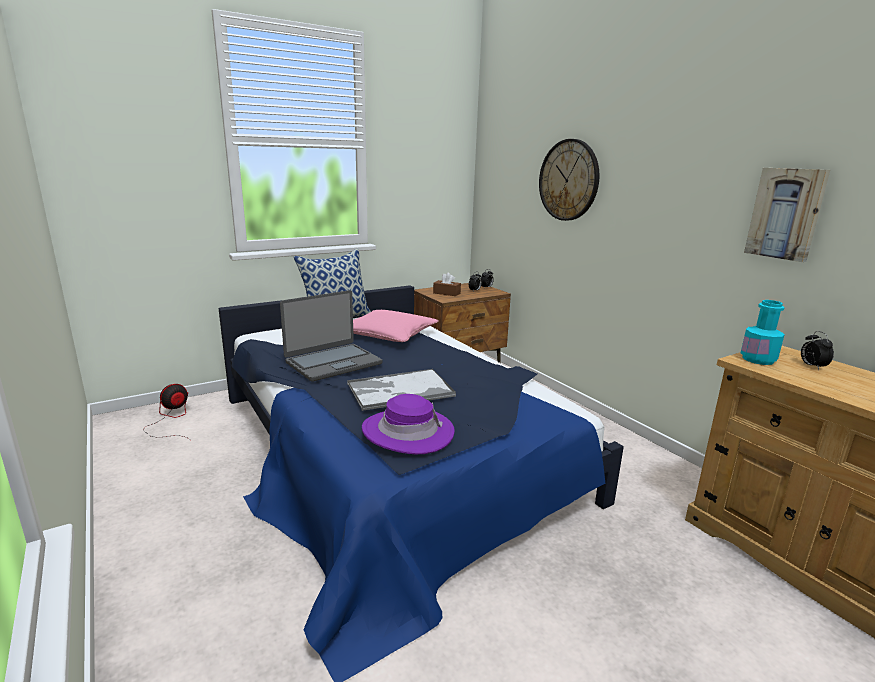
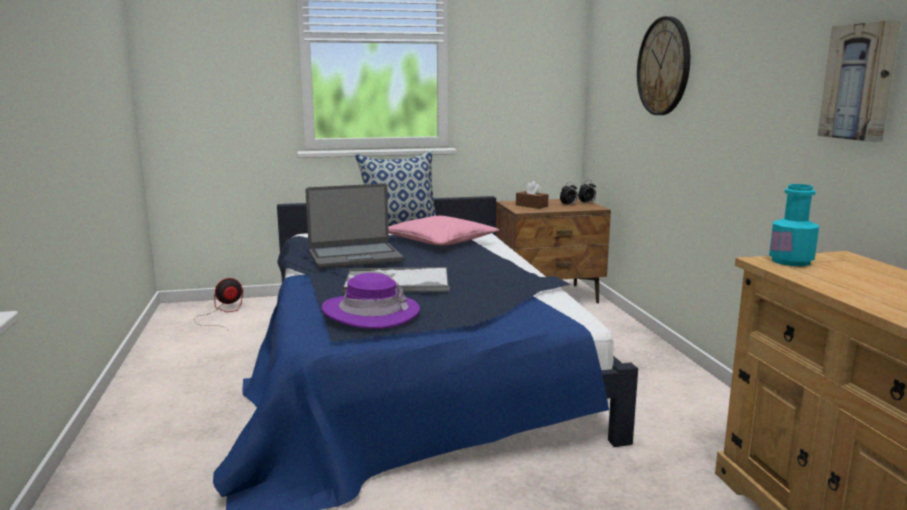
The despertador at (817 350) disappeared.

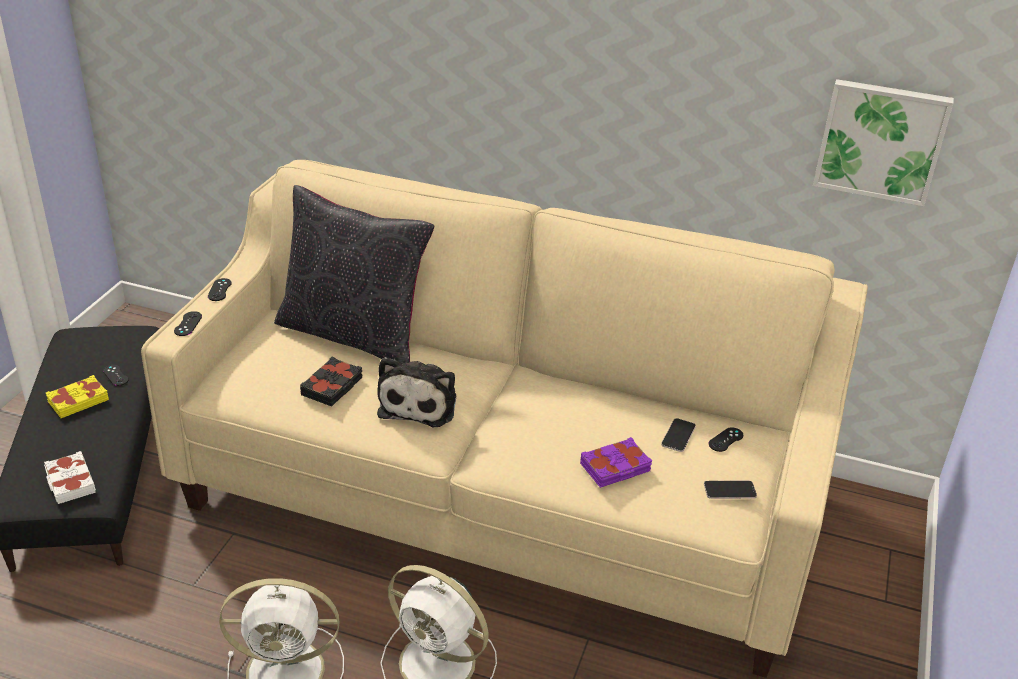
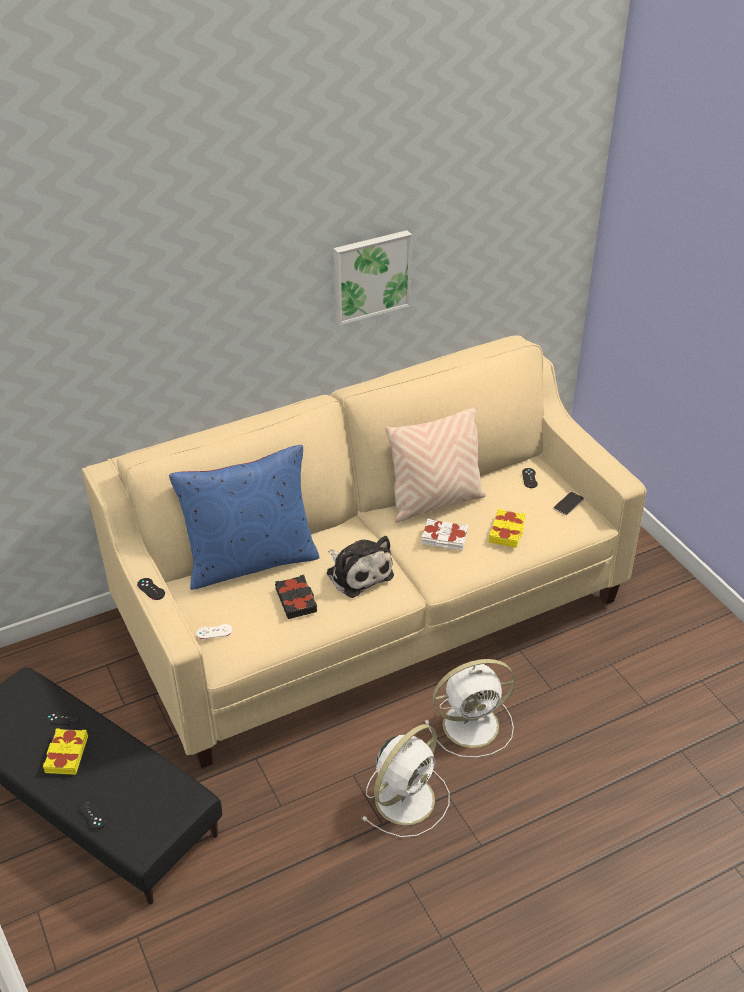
The libro/blanco moved from (70 477) to (445 534). The mando de consola/negro moved from (188 323) to (92 814). The cojín/negro at (354 274) became the cojín/azul at (244 517). The libro/morado at (616 462) became the libro/amarillo at (507 528). The móvil at (678 435) disappeared. The cuadro moved from (883 142) to (373 277). The mando de consola/blanco at (214 631) appeared. The cojín/beis at (435 464) appeared.

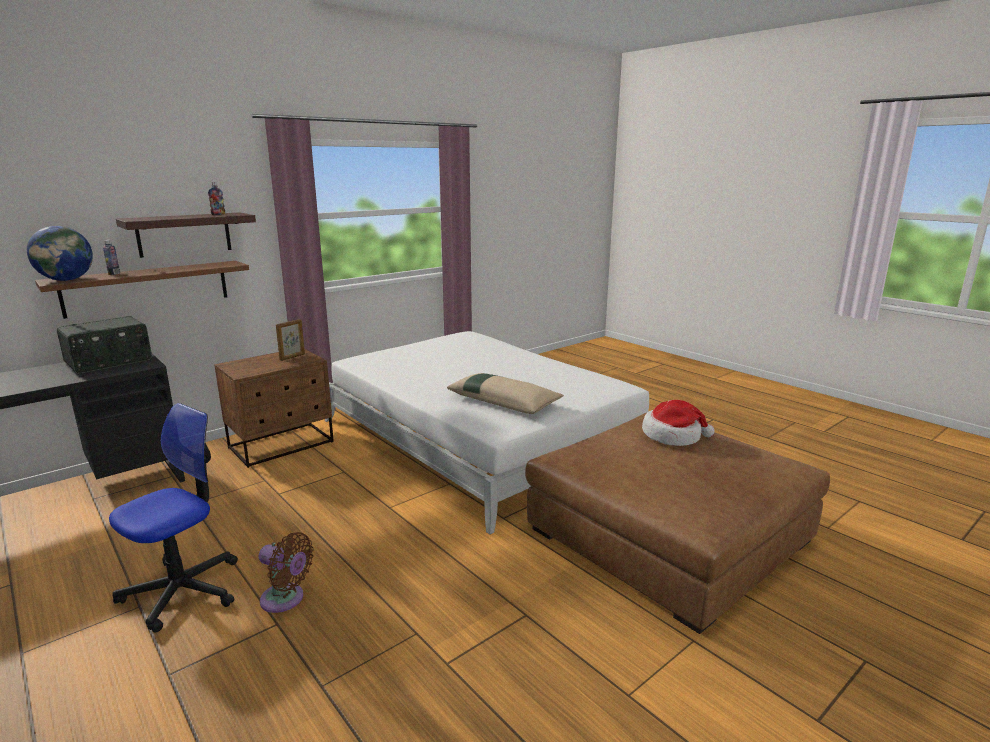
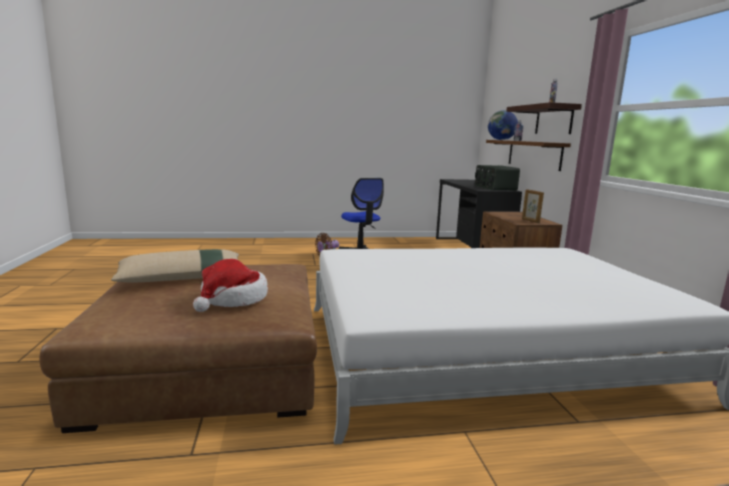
The cojín/beis moved from (505 393) to (175 266).

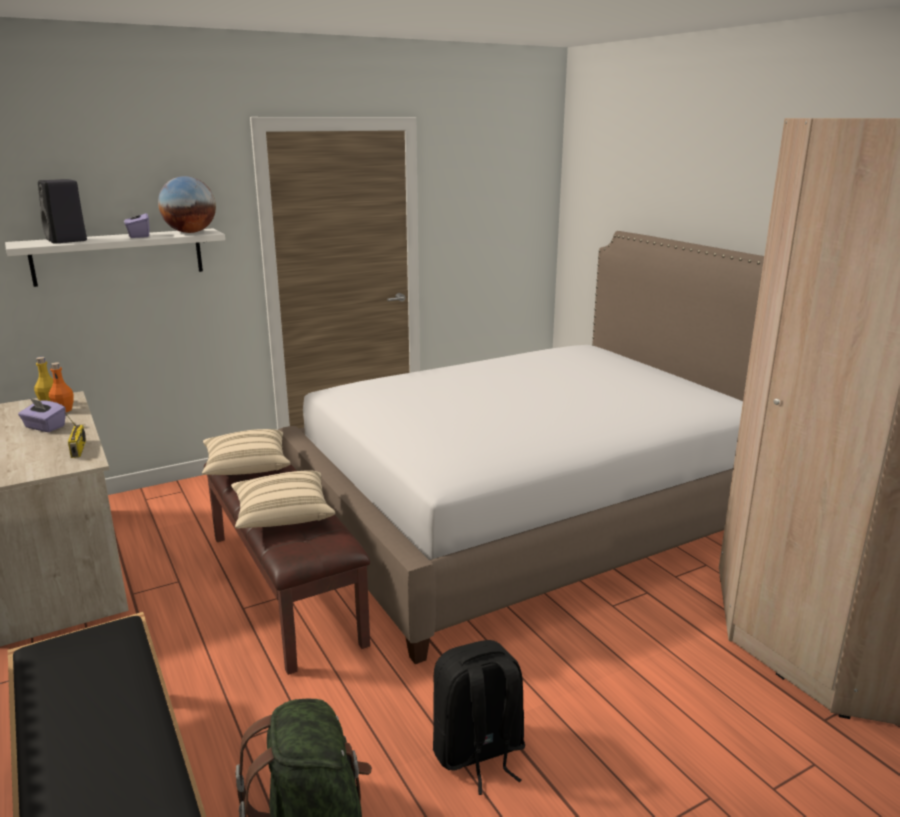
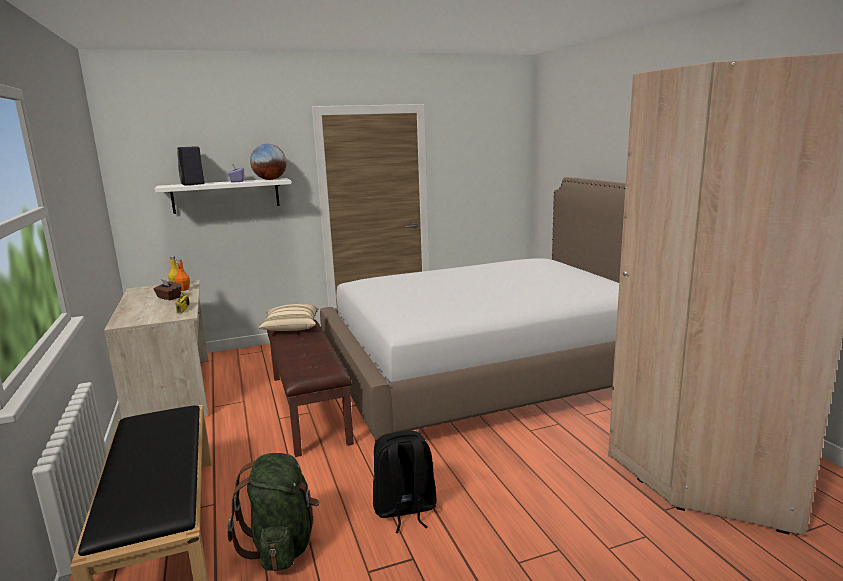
The caja de pañuelos/morado at (42 415) became the caja de pañuelos/marrón at (167 289). The cojín/beis at (283 499) disappeared.

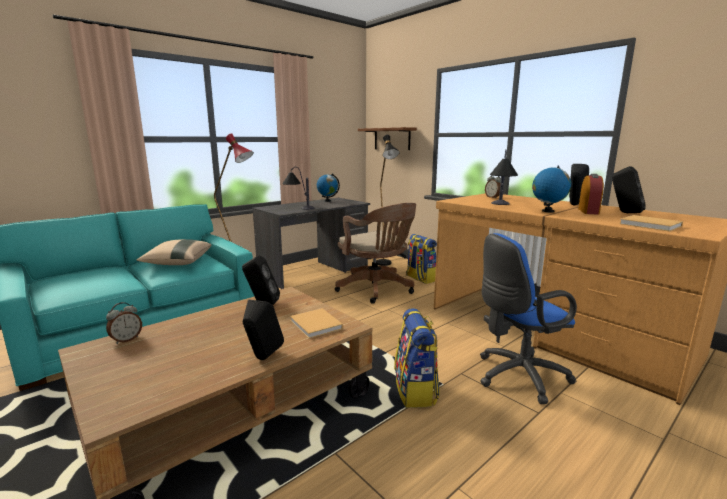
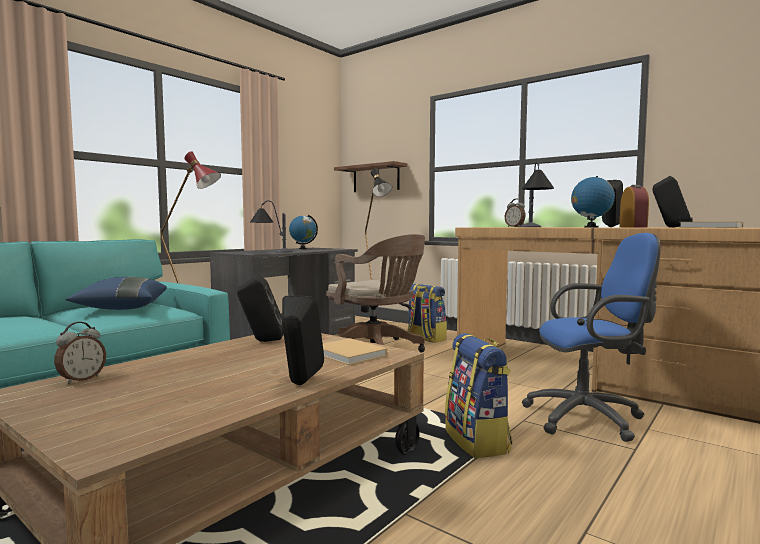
The cojín/beis at (174 252) became the cojín/azul at (116 293). The silla de oficina/azul at (528 318) turned 150 degrees counterclockwise.

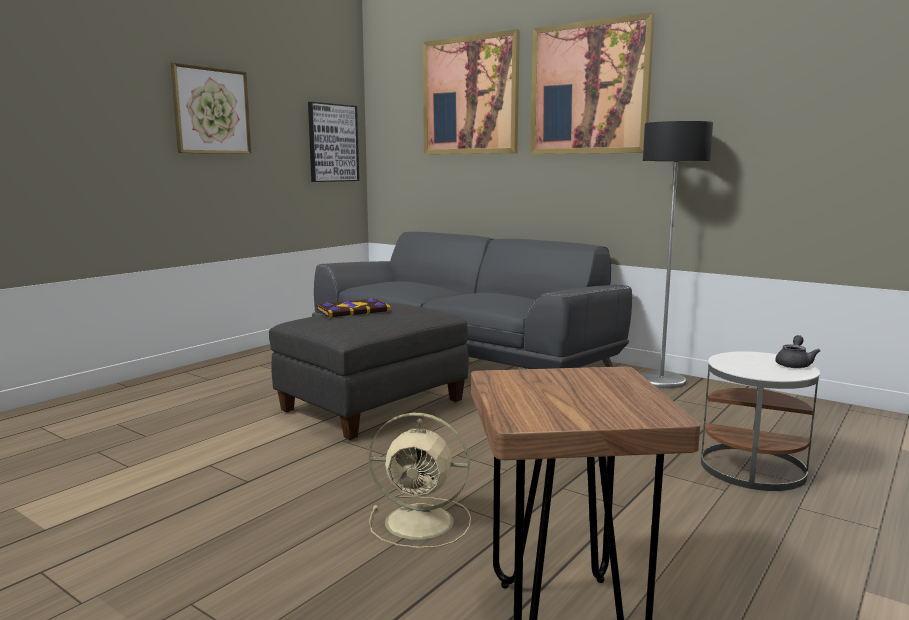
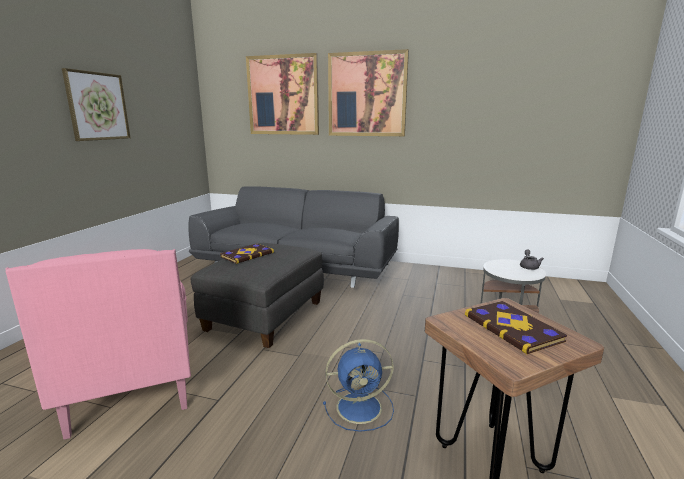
The cuadro at (333 142) disappeared. The ventilador/beis at (419 480) became the ventilador/azul at (358 385). The lámpara de pie at (676 255) disappeared. The sillón/rosa at (98 344) appeared. The libro at (516 327) appeared.

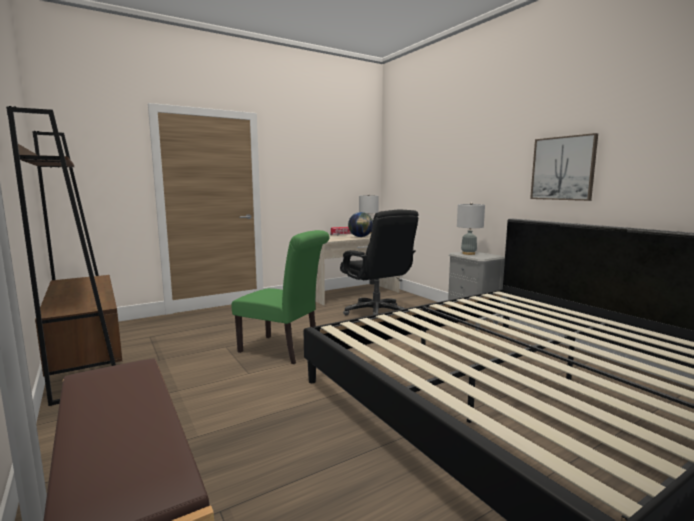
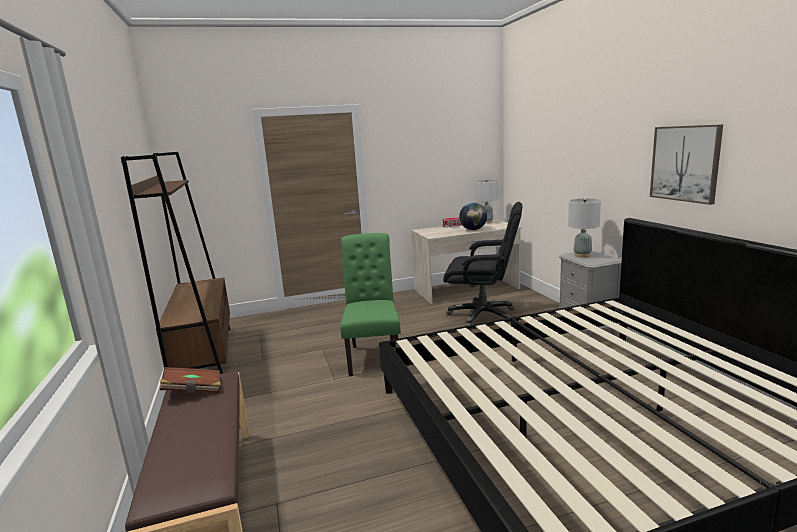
The silla/verde at (281 297) turned 135 degrees counterclockwise. The silla de oficina/negro at (379 263) turned 60 degrees counterclockwise. The libro/marrón at (190 380) appeared.

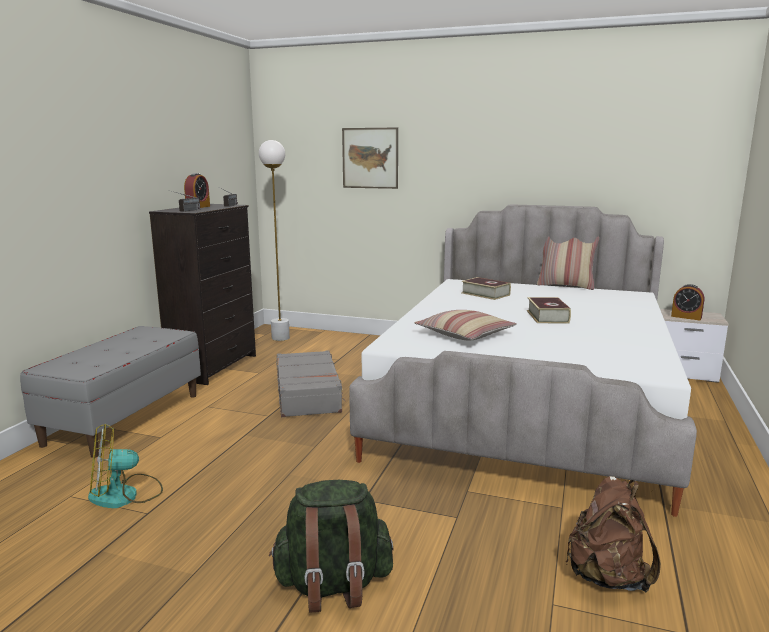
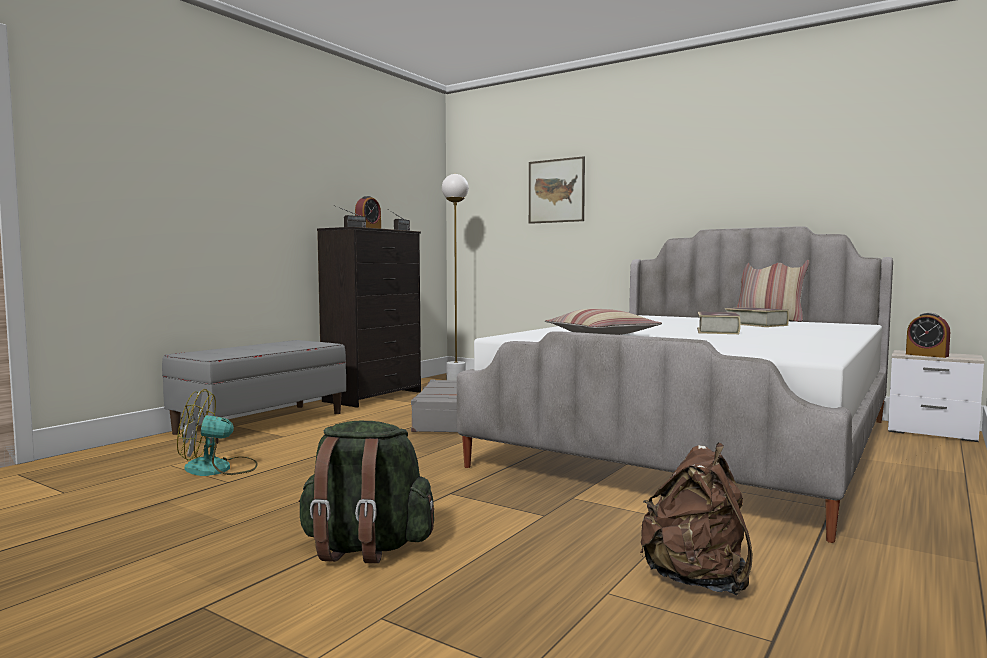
The libro moved from (486 288) to (757 317).

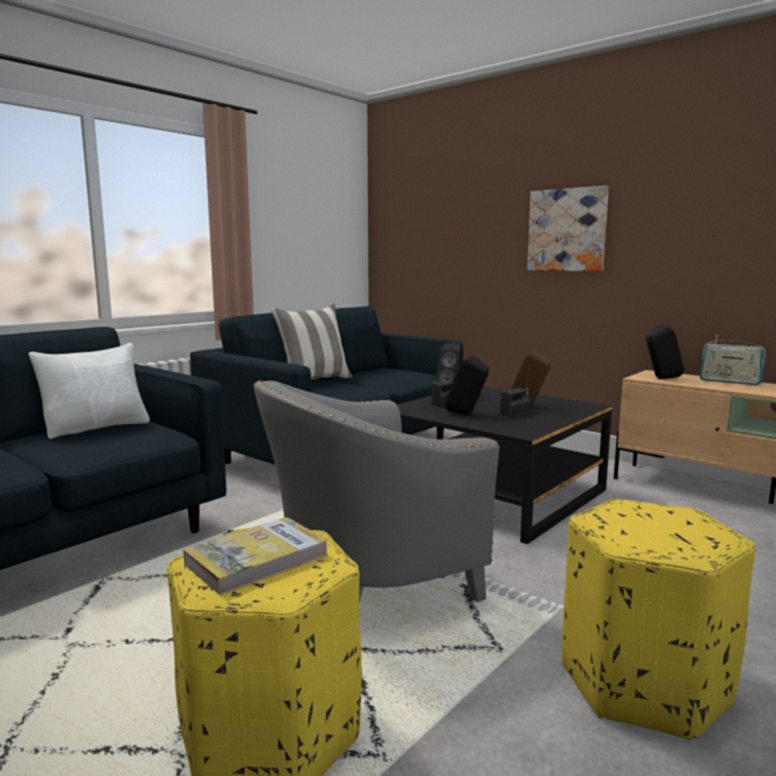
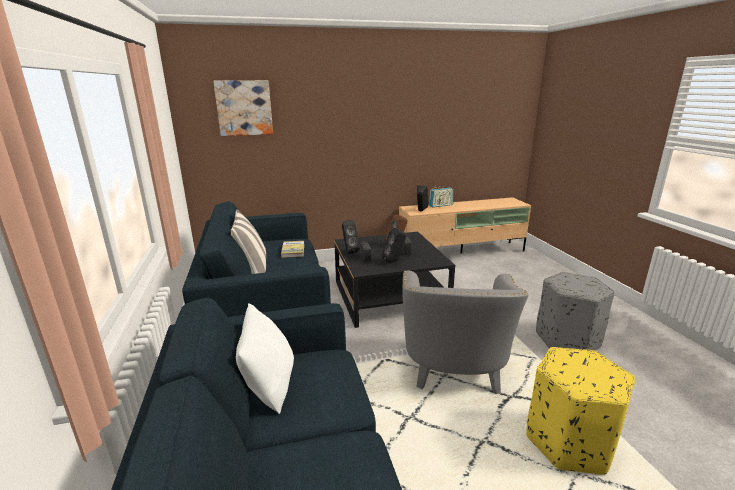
The libro moved from (255 556) to (292 249). The cuadro moved from (568 228) to (243 108). The puf/amarillo at (658 619) became the puf/gris at (575 311).

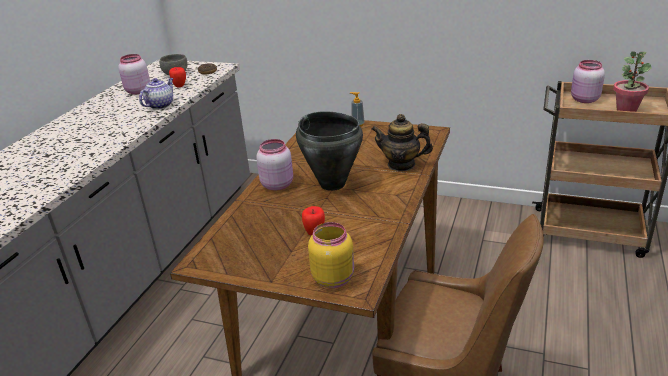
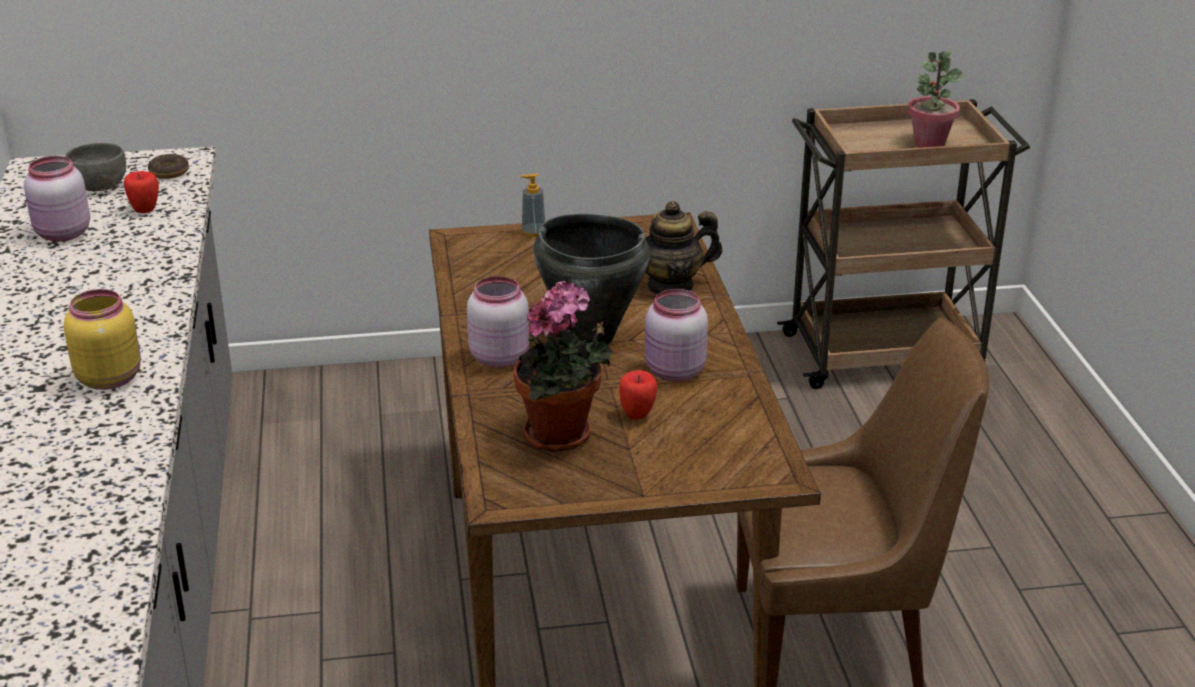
The tetera at (156 93) disappeared. The tarro/amarillo moved from (331 255) to (102 339). The tarro/rosa moved from (588 81) to (676 335). The planta en maceta at (562 366) appeared.

